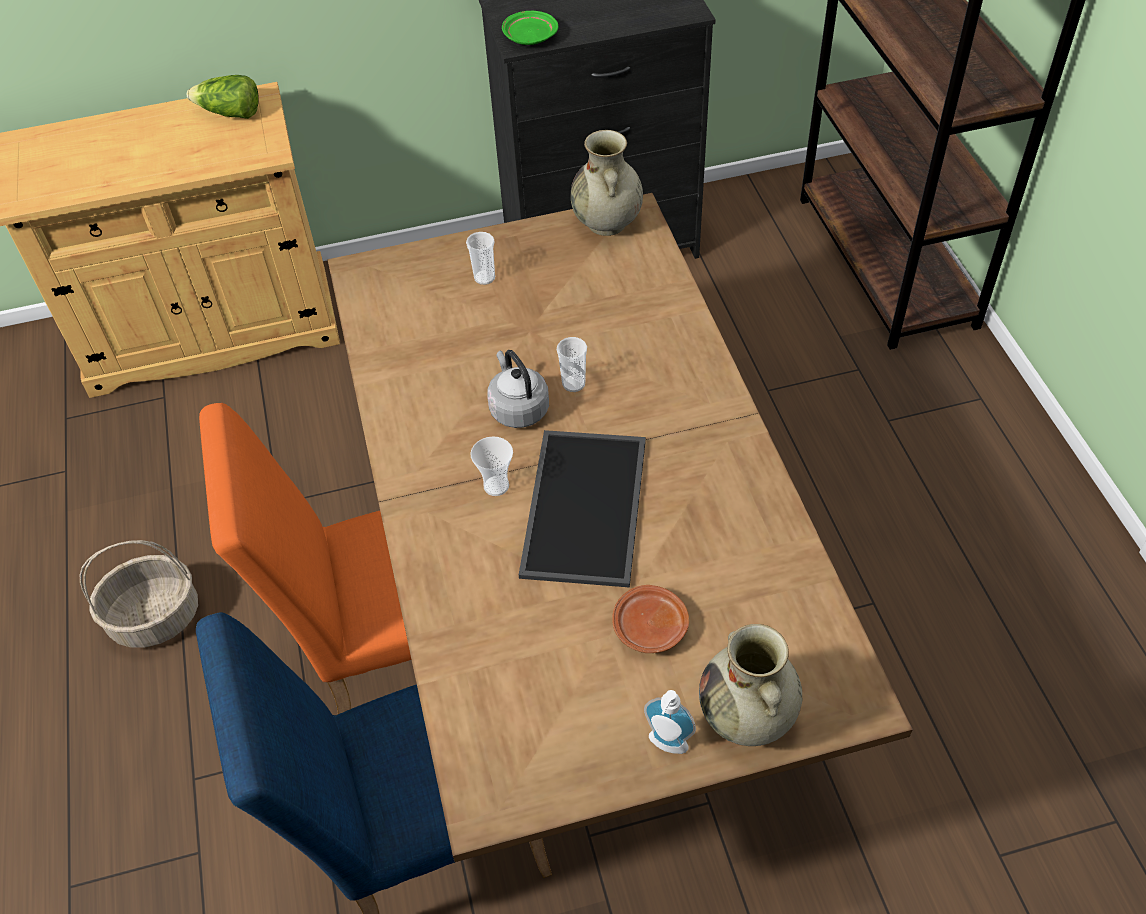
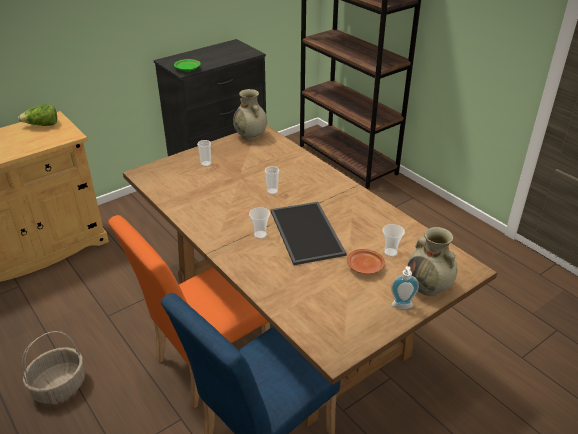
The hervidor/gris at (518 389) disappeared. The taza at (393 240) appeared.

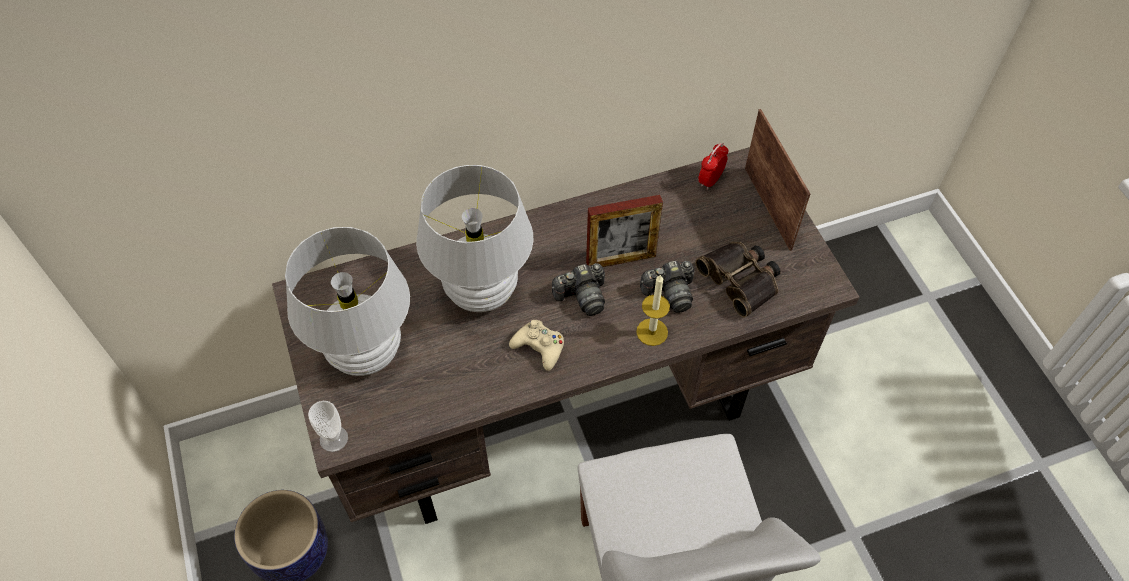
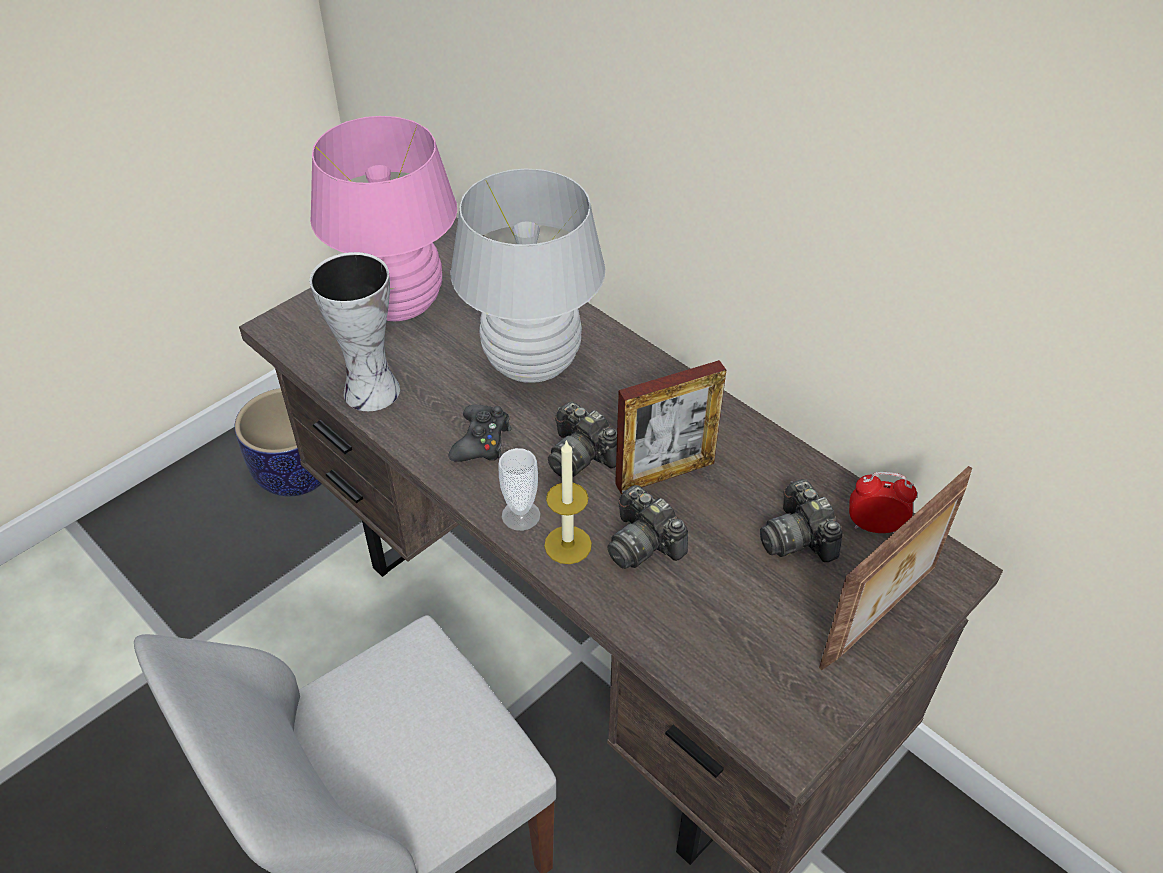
The lámpara de mesa/blanco at (347 301) became the lámpara de mesa/rosa at (383 218). The taza moved from (328 426) to (519 489). The mando de consola/beis at (536 345) became the mando de consola/negro at (480 433). The portarretratos at (624 231) turned 75 degrees counterclockwise. The prismáticos at (737 280) disappeared. The florero at (355 331) appeared. The cámara at (801 520) appeared.

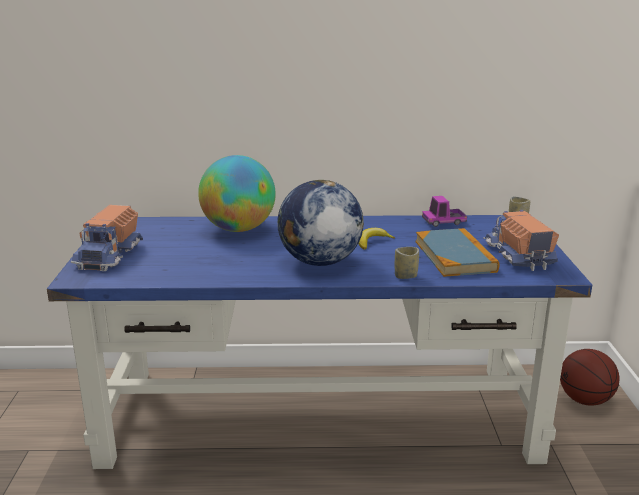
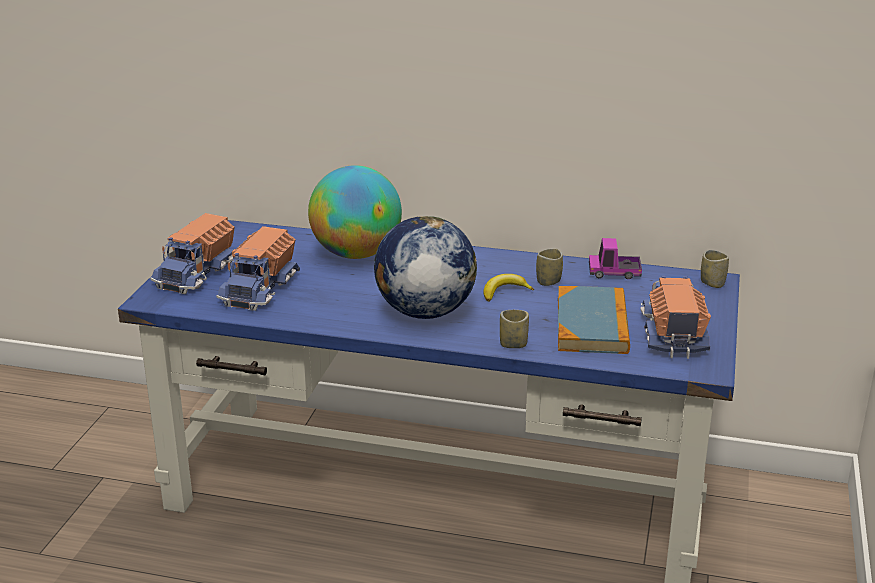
The balón de baloncesto at (590 377) disappeared. The camión de juguete at (258 268) appeared. The taza at (549 267) appeared.

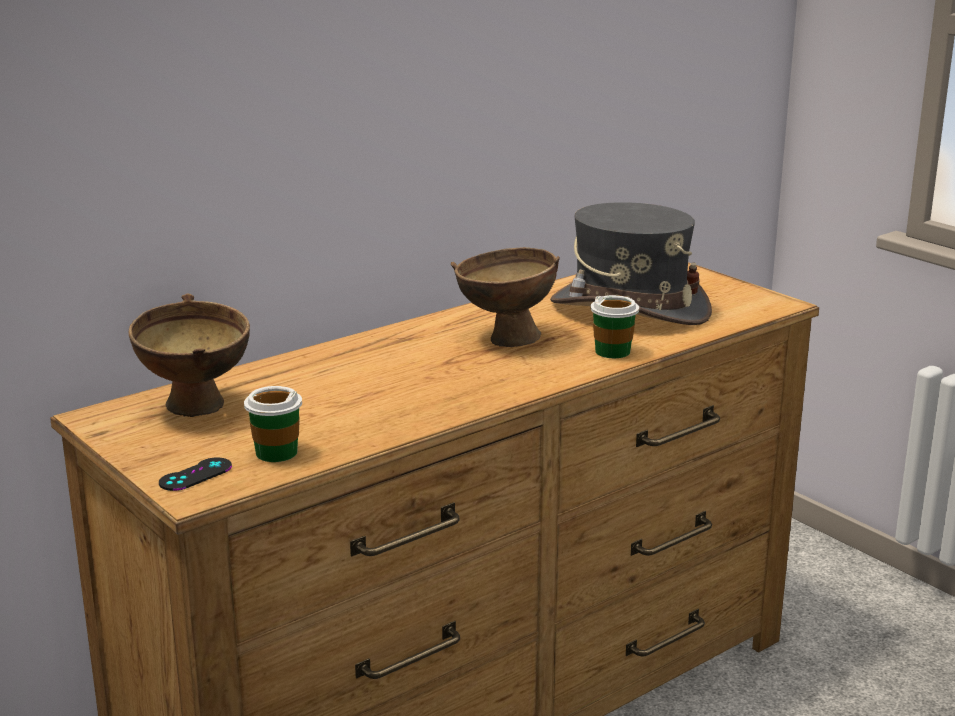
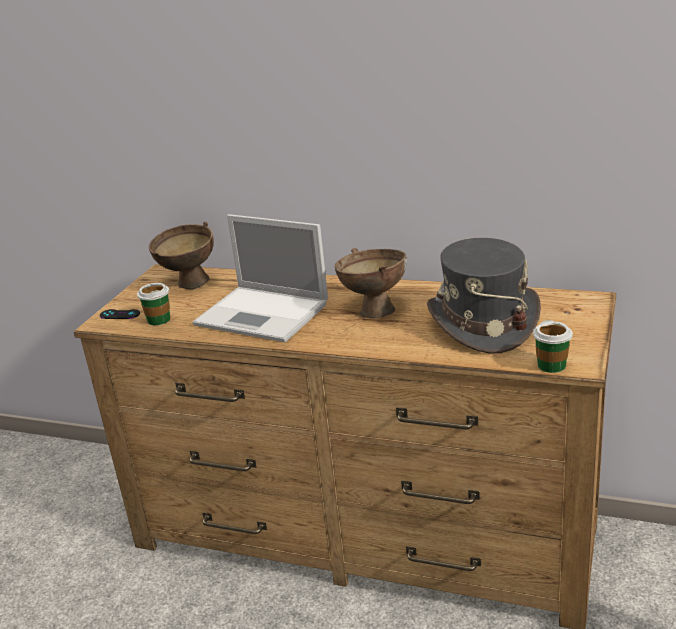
The taza moved from (614 326) to (553 346). The portátil at (260 278) appeared.

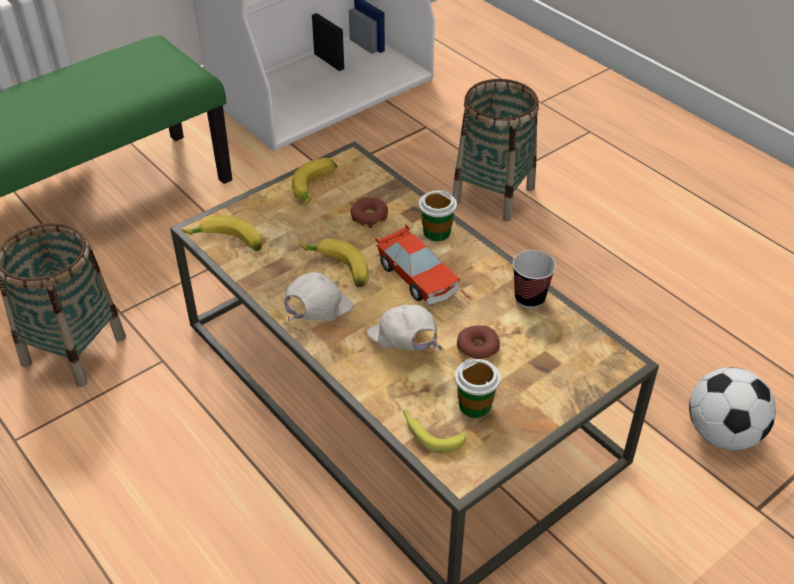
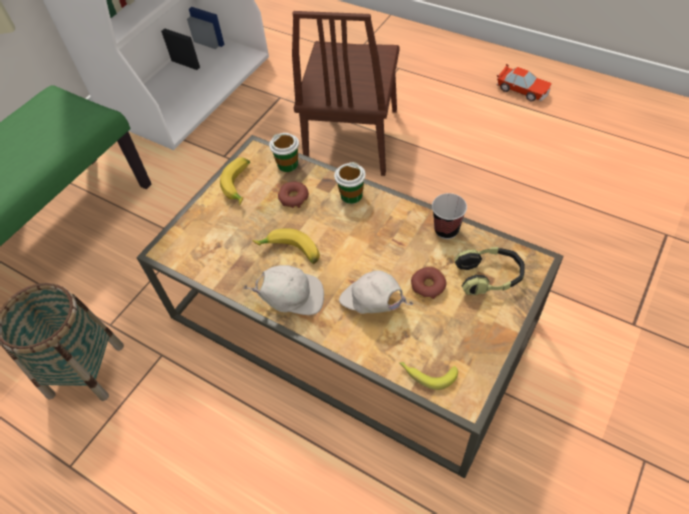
The plátano at (222 233) disappeared. The gorra/blanco at (319 297) turned 75 degrees clockwise. The coche de juguete moved from (417 264) to (523 82). The cesta at (495 150) was replaced by the silla/marrón at (346 93). The taza moved from (478 388) to (284 152). The balón de fútbol at (732 408) disappeared. The auriculares at (489 271) appeared.

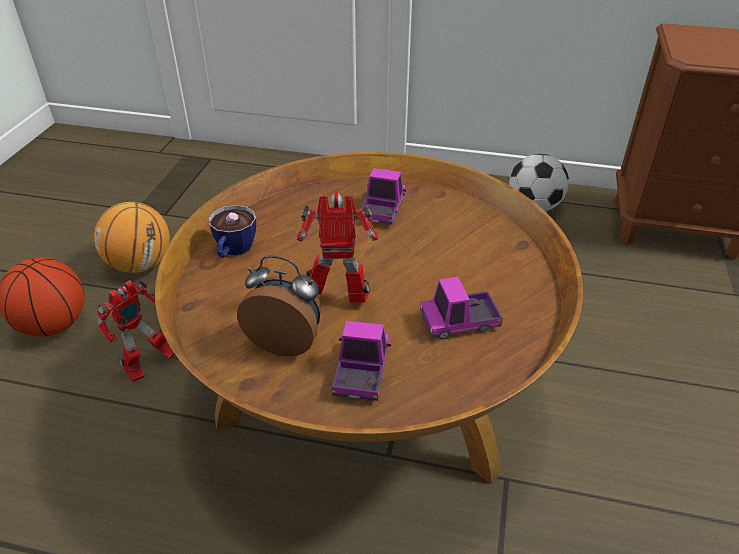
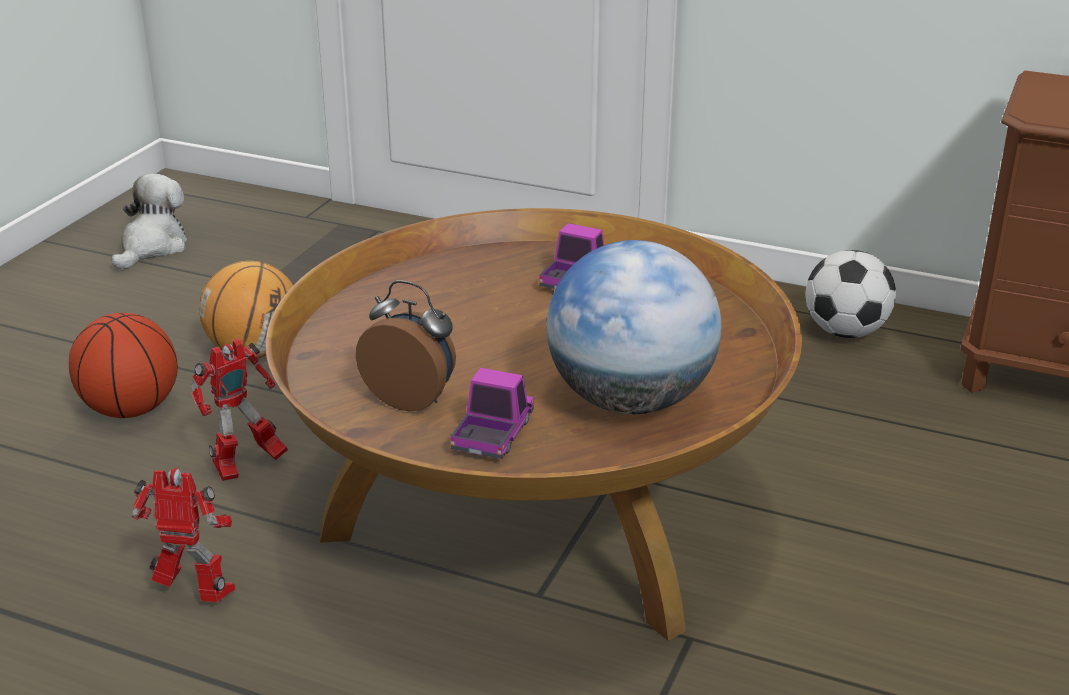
The taza at (232 231) disappeared. The robot de juguete moved from (337 247) to (183 535). The camión de juguete at (461 308) was replaced by the globo terráqueo at (634 327). The peluche at (149 222) appeared.

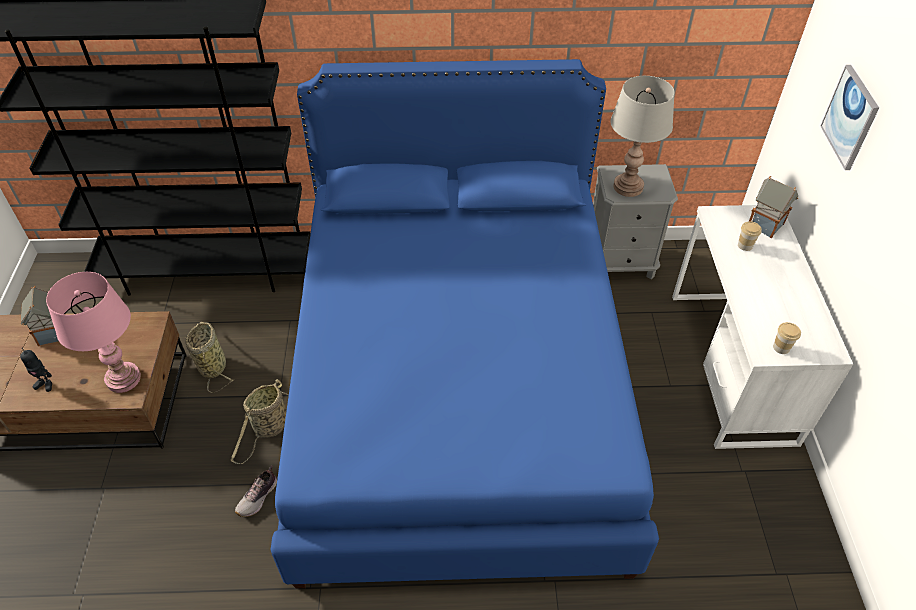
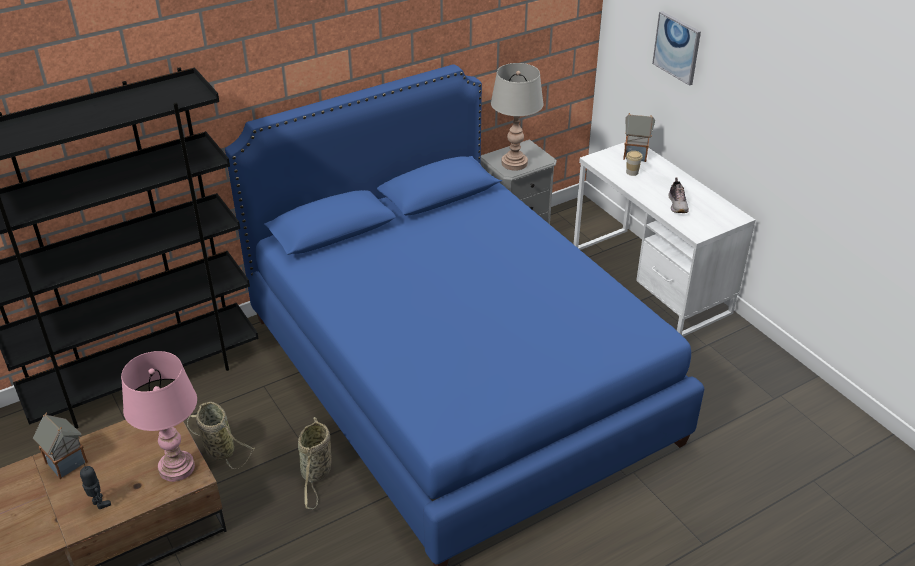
The robot de juguete at (36 370) turned 120 degrees counterclockwise. The zapato moved from (256 491) to (678 195). The taza at (787 338) disappeared.

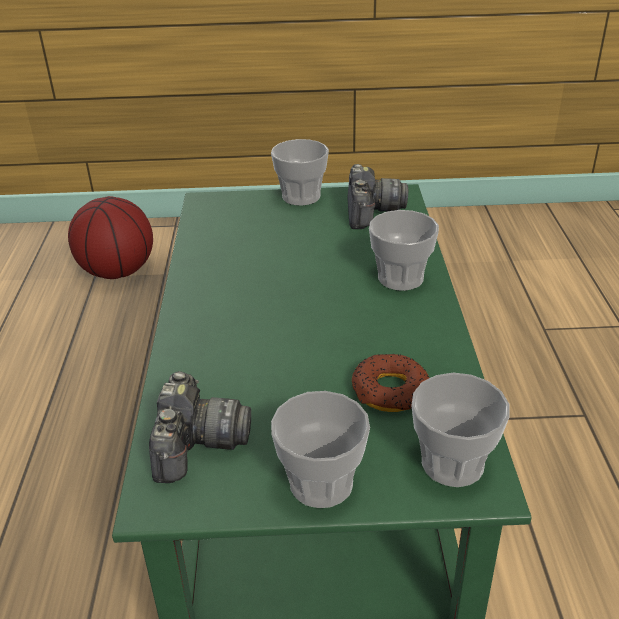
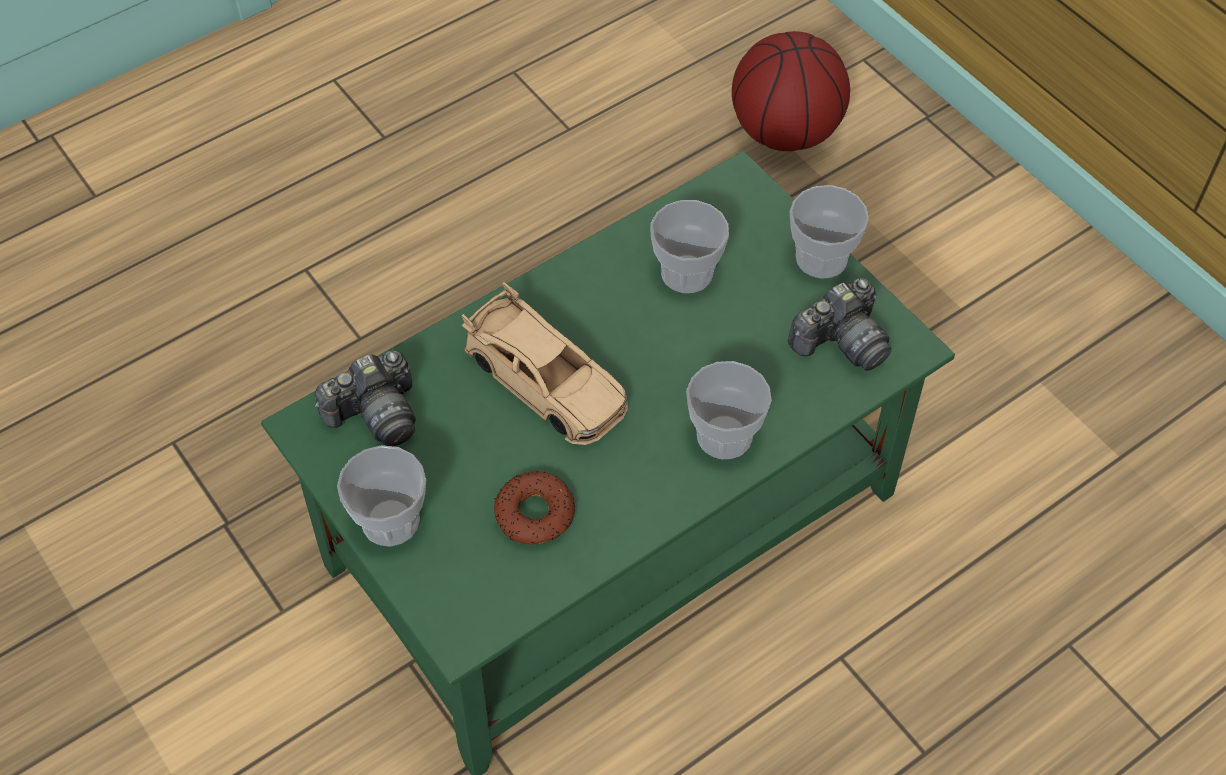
The taza moved from (460 430) to (689 246). The coche de juguete/beis at (545 363) appeared.

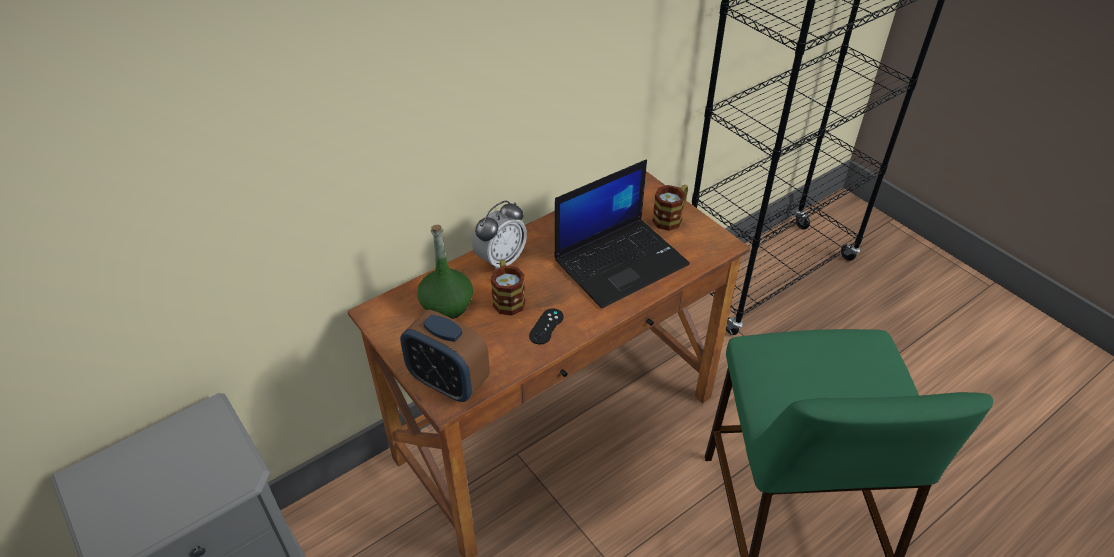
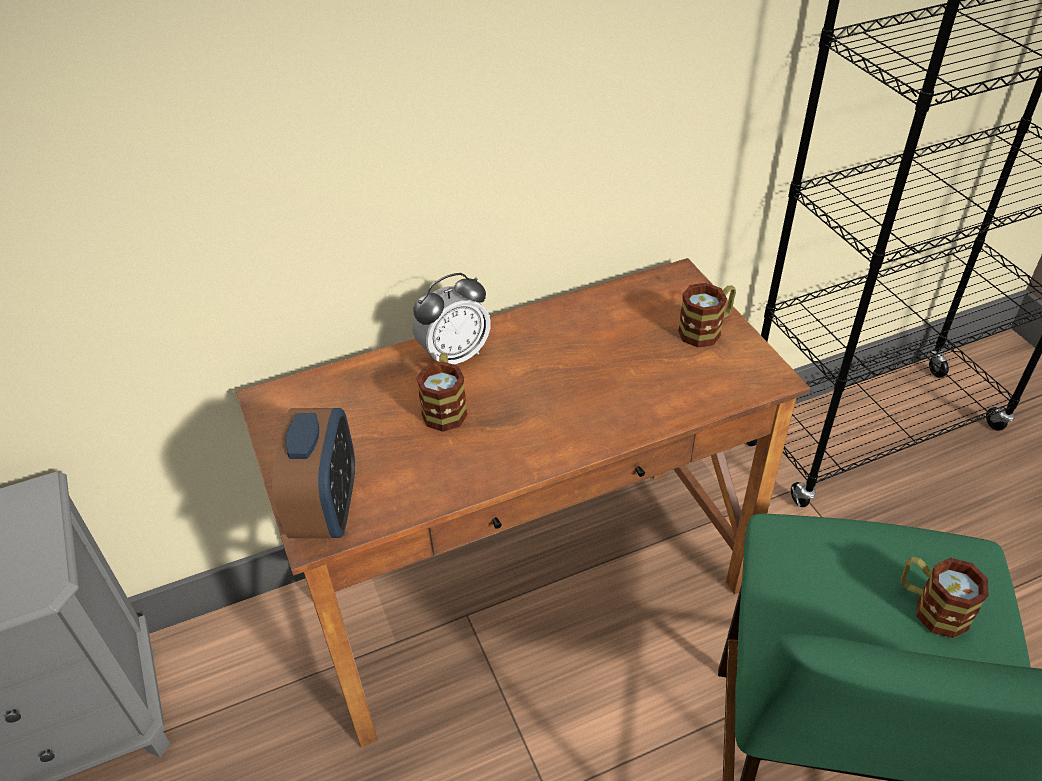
The despertador at (445 356) turned 135 degrees counterclockwise. The botella/verde at (445 272) disappeared. The mando de consola/negro at (546 326) disappeared. The portátil at (622 234) disappeared. The taza grande at (944 597) appeared.

